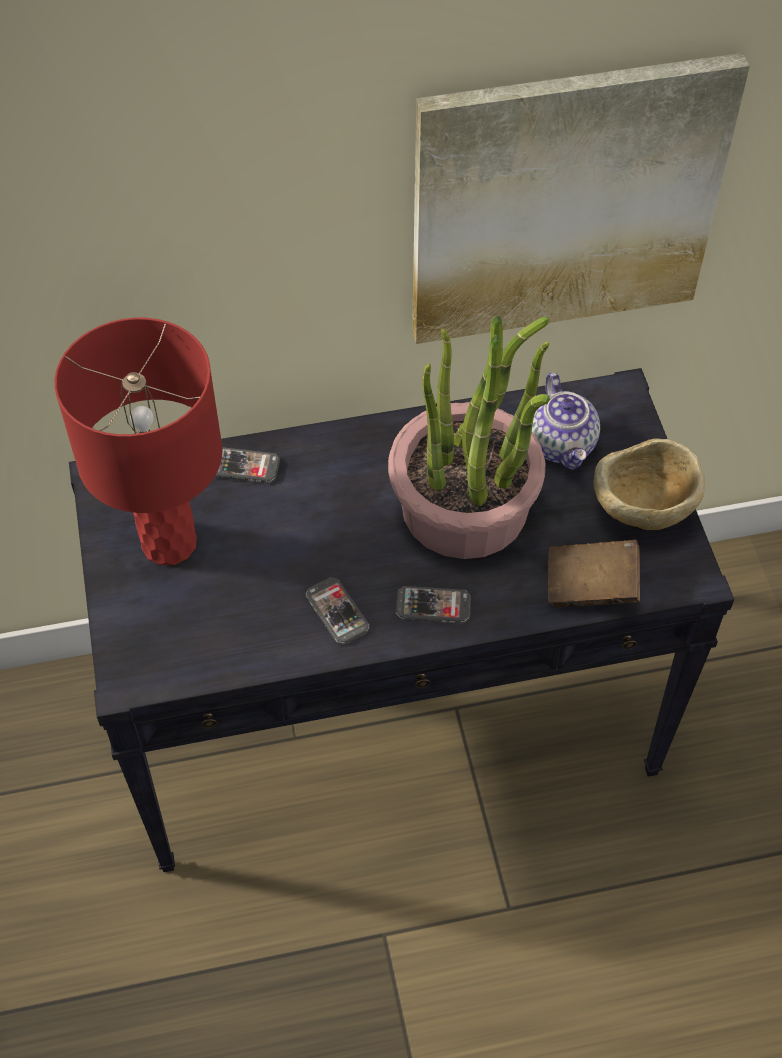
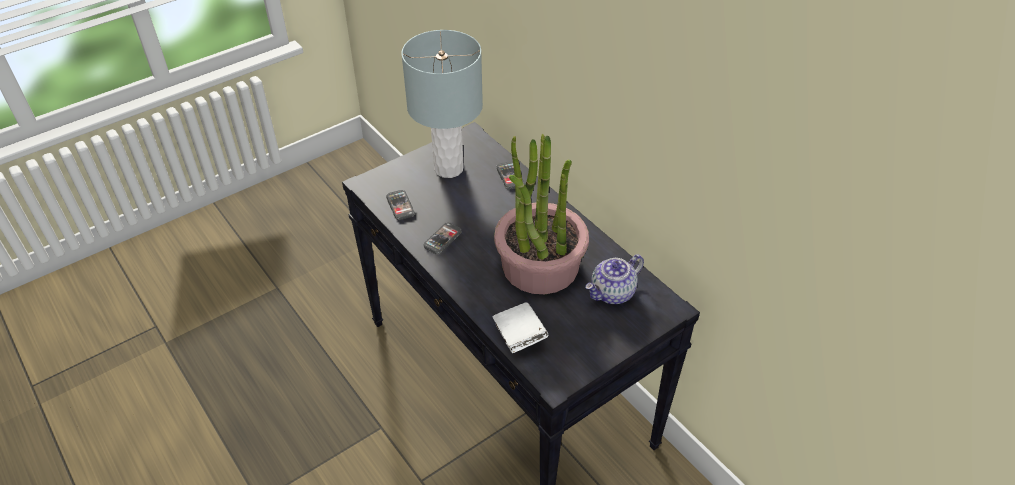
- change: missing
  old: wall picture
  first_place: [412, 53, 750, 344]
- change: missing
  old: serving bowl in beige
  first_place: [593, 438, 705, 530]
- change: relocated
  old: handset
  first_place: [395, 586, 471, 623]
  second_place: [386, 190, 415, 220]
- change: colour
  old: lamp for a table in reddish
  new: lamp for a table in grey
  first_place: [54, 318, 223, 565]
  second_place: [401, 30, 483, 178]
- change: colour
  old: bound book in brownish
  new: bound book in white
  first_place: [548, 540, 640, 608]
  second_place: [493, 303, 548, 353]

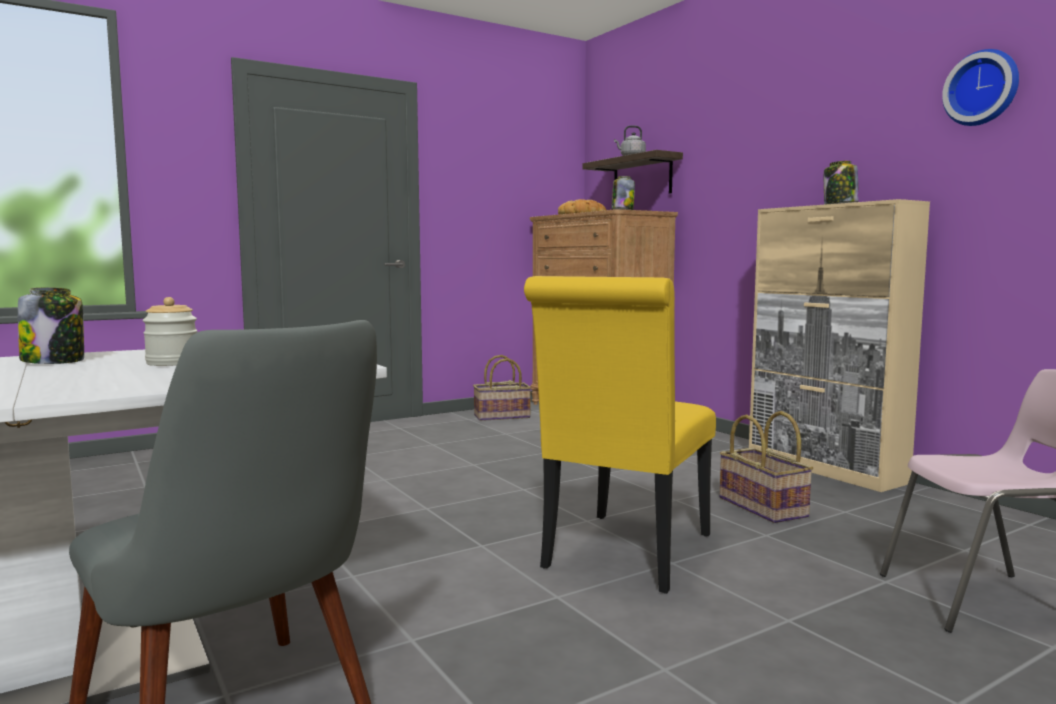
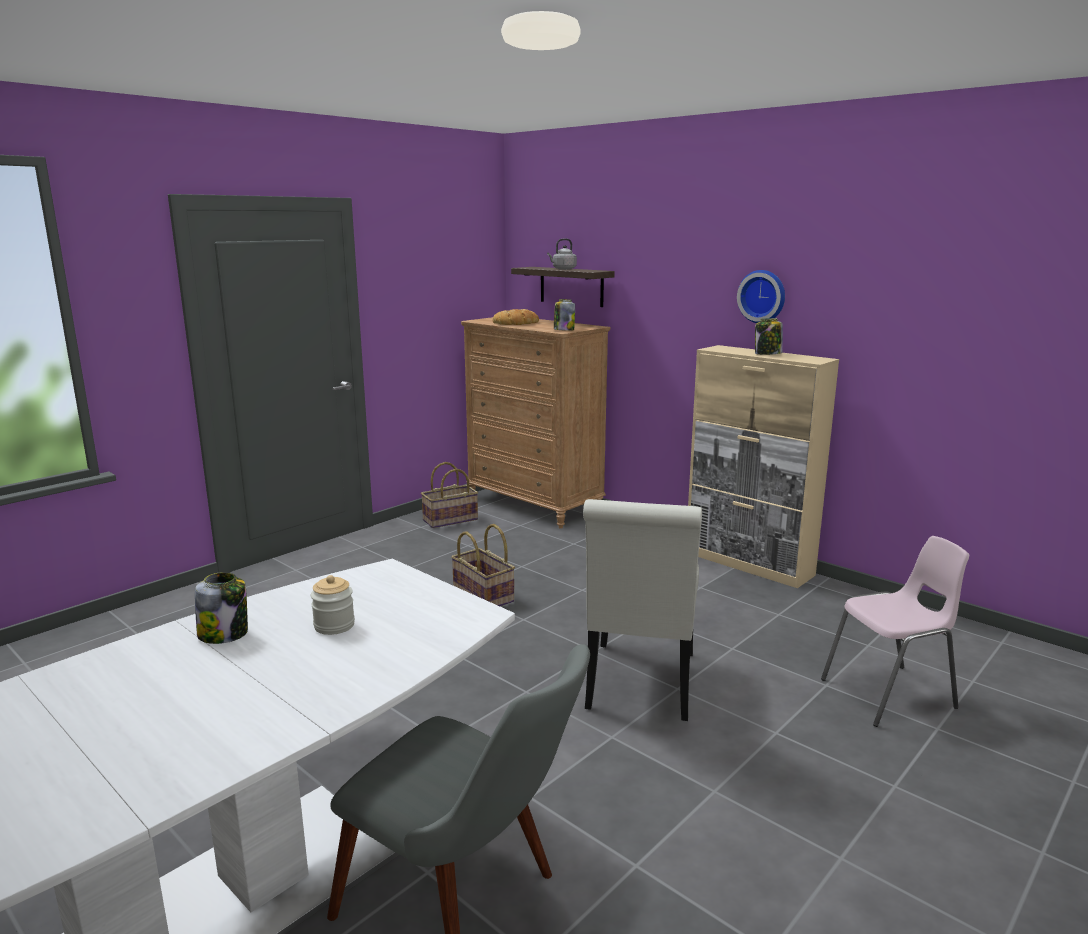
- change: relocated
  old: basket
  first_place: [720, 411, 813, 523]
  second_place: [451, 524, 515, 606]
- change: relocated
  old: clock on the wall
  first_place: [942, 49, 1019, 126]
  second_place: [737, 270, 785, 323]
- change: colour
  old: plain chair in yellow-coloured
  new: plain chair in white
  first_place: [524, 276, 716, 594]
  second_place: [583, 499, 702, 721]

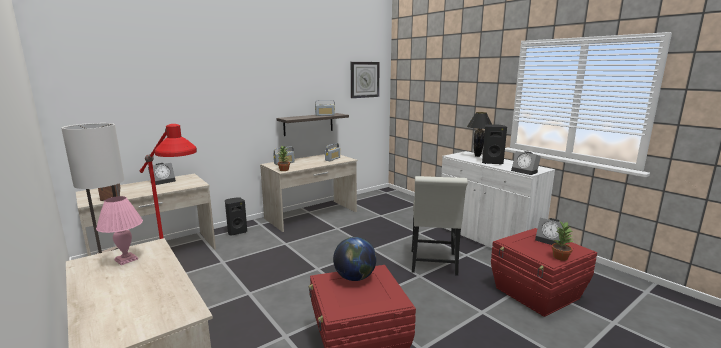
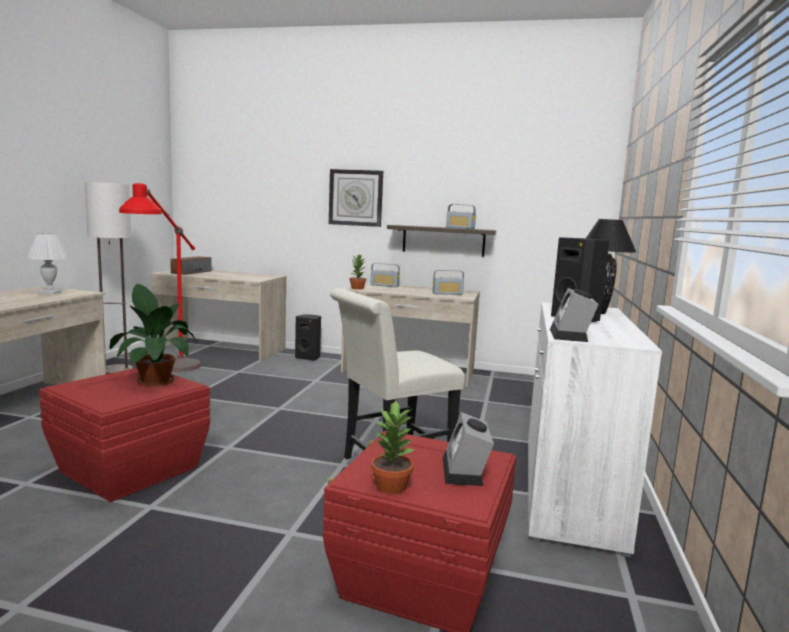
- change: missing
  old: bedside clock
  first_place: [148, 163, 176, 185]
- change: relocated
  old: clock on the wall
  first_place: [351, 62, 380, 98]
  second_place: [329, 169, 383, 227]
- change: exchanged
  old: world globe
  new: plant in a pot
  first_place: [333, 237, 377, 281]
  second_place: [110, 284, 197, 386]
- change: colour
  old: lamp for a table in pink-coloured
  new: lamp for a table in white
  first_place: [96, 196, 143, 265]
  second_place: [27, 233, 69, 294]

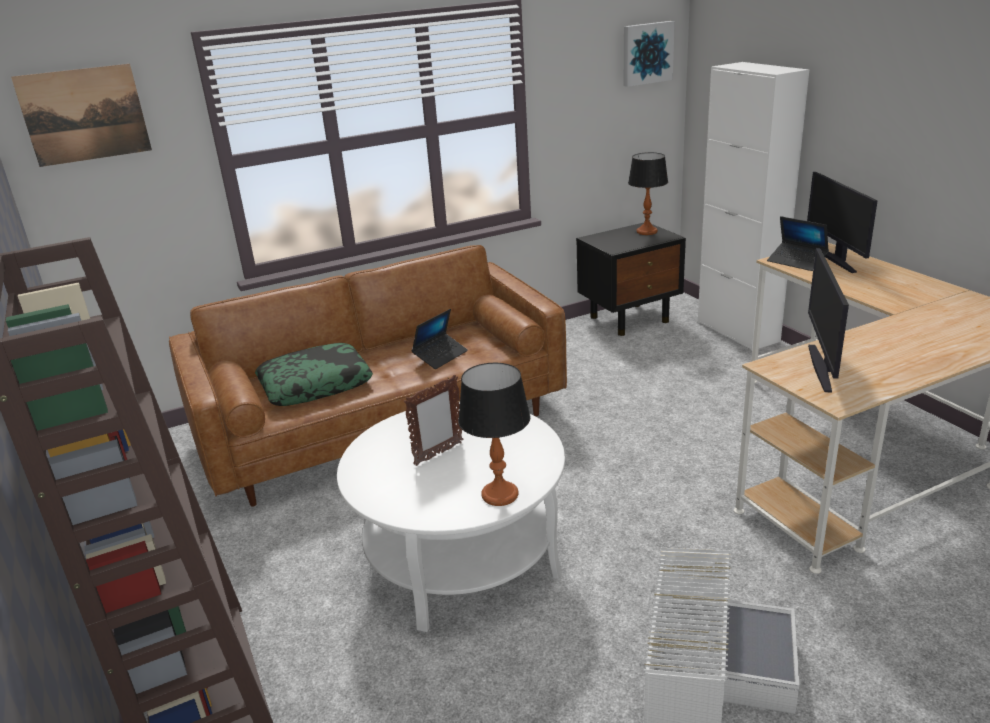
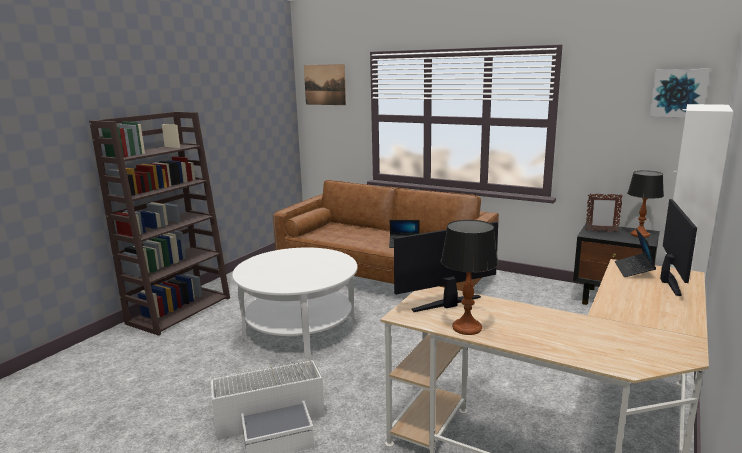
- change: missing
  old: pillow
  first_place: [255, 343, 373, 406]
- change: relocated
  old: picture frame
  first_place: [404, 374, 464, 466]
  second_place: [586, 193, 623, 232]
- change: relocated
  old: lamp for a table
  first_place: [458, 363, 531, 506]
  second_place: [441, 220, 498, 335]
- change: spun
  old: computer display
  first_place: [807, 172, 878, 273]
  second_place: [660, 199, 697, 296]
  degrees: 150

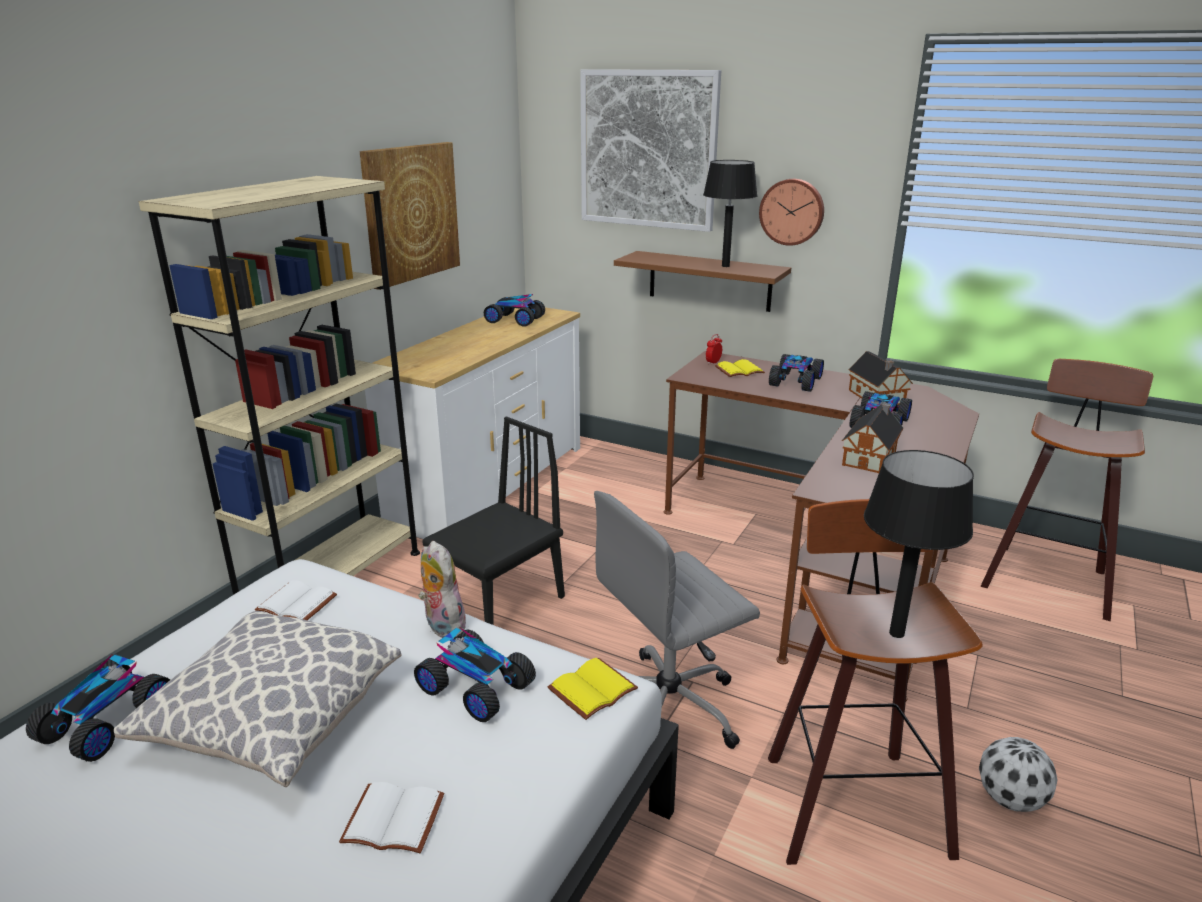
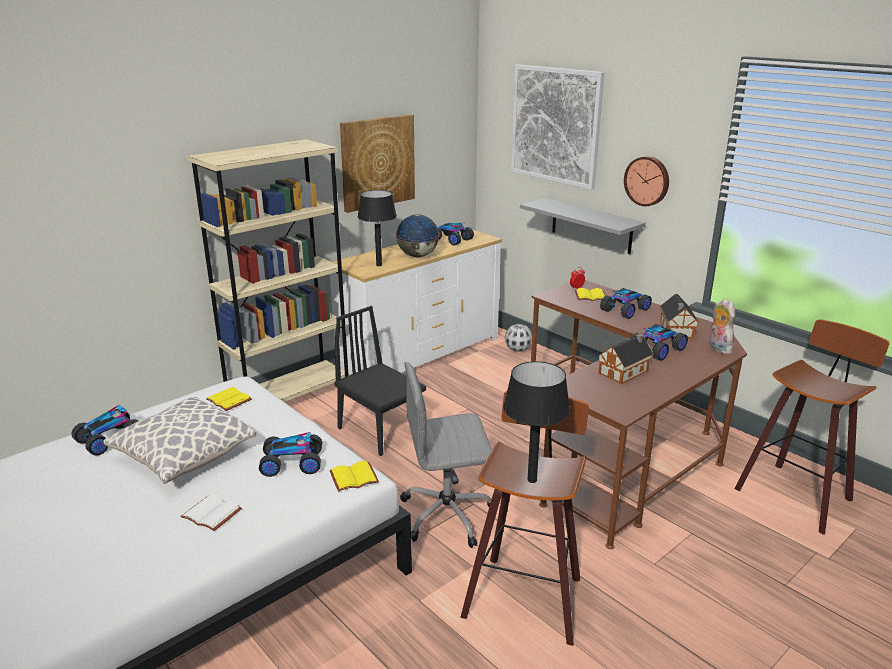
- change: appeared
  new: world globe
  second_place: [396, 214, 440, 257]
- change: relocated
  old: cuddly toy
  first_place: [418, 541, 466, 638]
  second_place: [710, 298, 735, 354]
- change: relocated
  old: lamp for a table in black
  first_place: [703, 160, 758, 267]
  second_place: [358, 190, 397, 266]
- change: relocated
  old: football ball
  first_place: [979, 737, 1057, 812]
  second_place: [505, 324, 532, 352]
- change: colour
  old: bound book in white
  new: bound book in yellow-coloured
  first_place: [255, 580, 337, 620]
  second_place: [206, 387, 252, 411]
- change: colour
  old: bracket shelf in brownish
  new: bracket shelf in grey
  first_place: [614, 251, 791, 312]
  second_place: [520, 198, 646, 254]
- change: spun
  old: model car
  first_place: [414, 627, 536, 722]
  second_place: [259, 432, 322, 477]
  degrees: 120
- change: spun
  old: plain chair in black
  first_place: [422, 417, 565, 625]
  second_place: [334, 306, 426, 456]
  degrees: -105

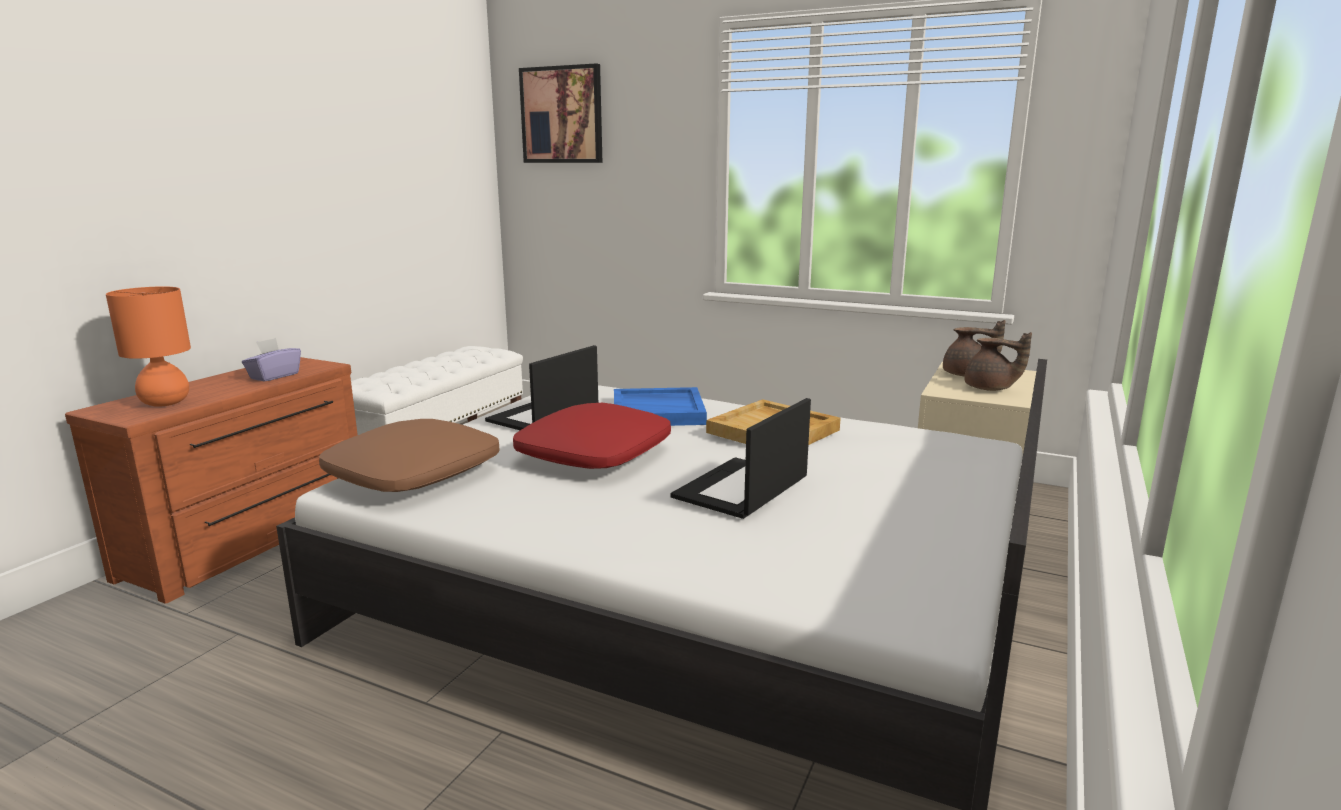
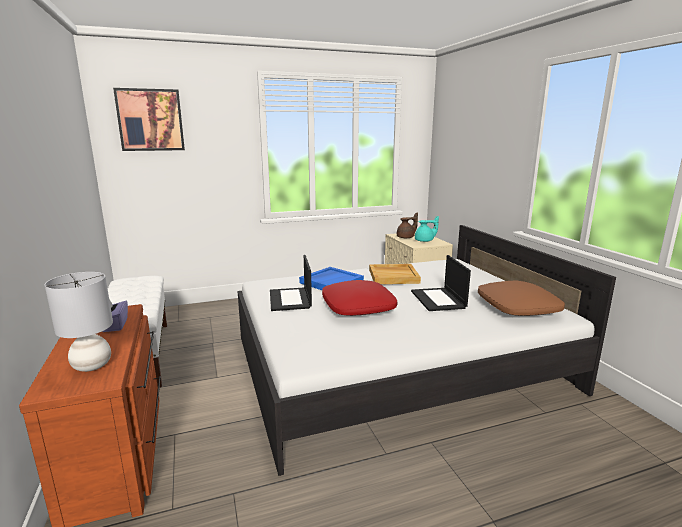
- change: relocated
  old: pillow in brownish
  first_place: [319, 419, 499, 492]
  second_place: [478, 281, 565, 316]
- change: colour
  old: lamp for a table in orange
  new: lamp for a table in grey
  first_place: [106, 286, 191, 407]
  second_place: [45, 272, 113, 372]
- change: colour
  old: teapot in brownish
  new: teapot in turquoise-coloured
  first_place: [964, 332, 1032, 391]
  second_place: [415, 216, 439, 242]

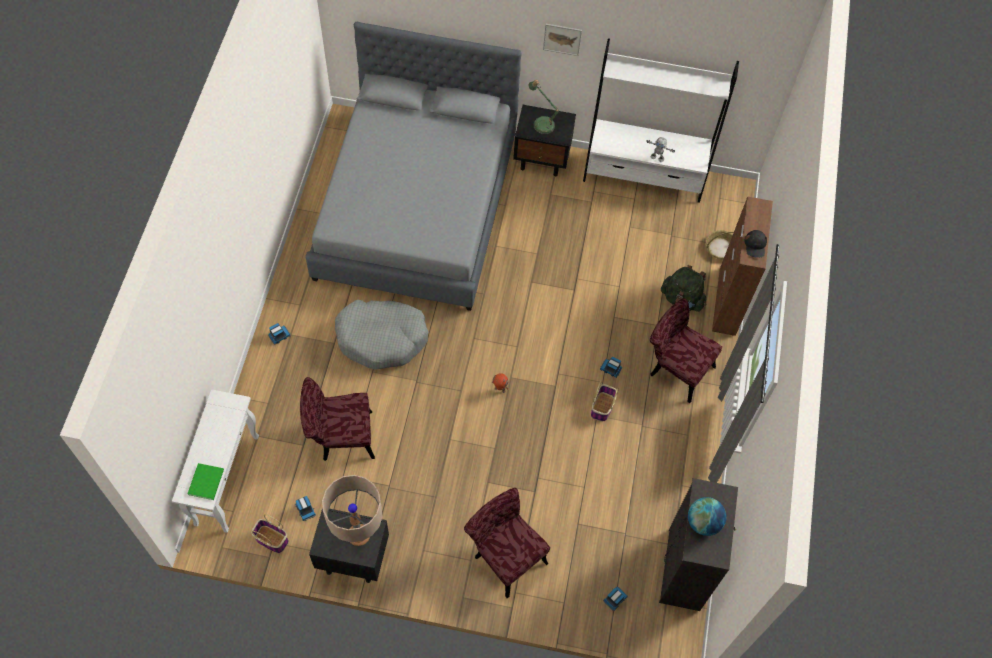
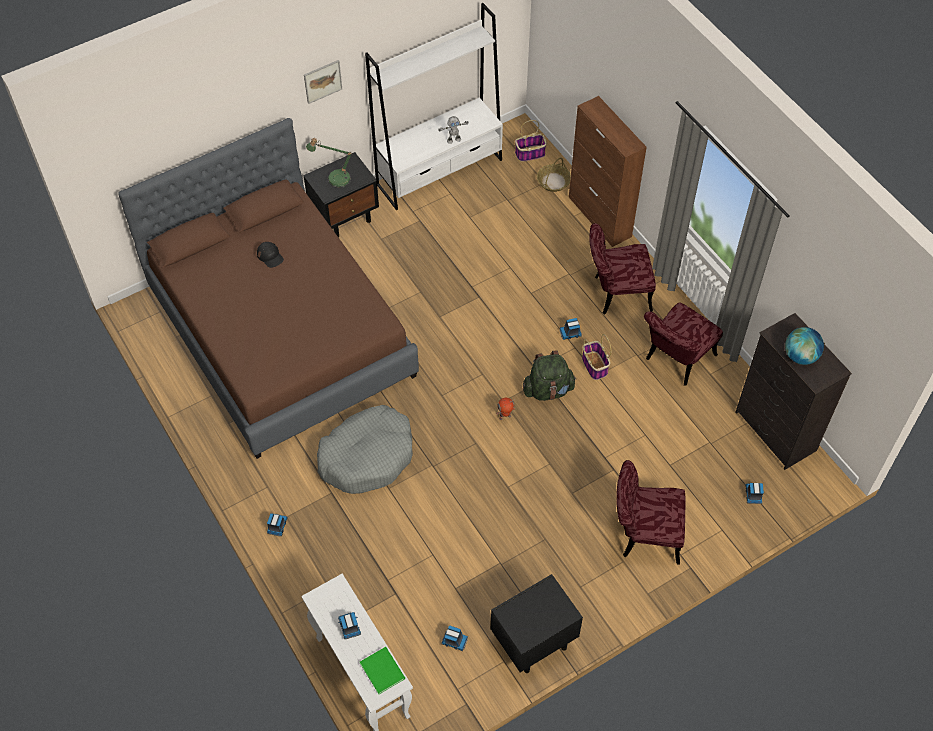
- change: missing
  old: lamp for a table in beige
  first_place: [322, 475, 383, 546]
- change: appeared
  new: toy truck
  second_place: [338, 612, 361, 639]
- change: relocated
  old: basket
  first_place: [251, 514, 289, 553]
  second_place: [515, 120, 547, 162]
- change: relocated
  old: plain chair in reddish
  first_place: [300, 377, 375, 461]
  second_place: [644, 302, 723, 385]
- change: relocated
  old: backpack in green
  first_place: [661, 265, 706, 312]
  second_place: [523, 350, 576, 401]
- change: relocated
  old: peaked cap in black
  first_place: [745, 230, 767, 258]
  second_place: [257, 242, 284, 268]
- change: colour
  old: bedroom bed in grey
  new: bedroom bed in brownish
  first_place: [306, 21, 521, 311]
  second_place: [118, 118, 419, 459]

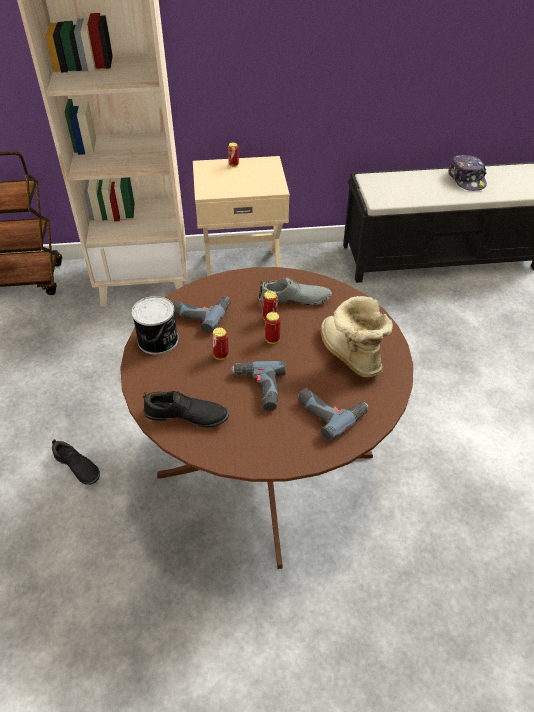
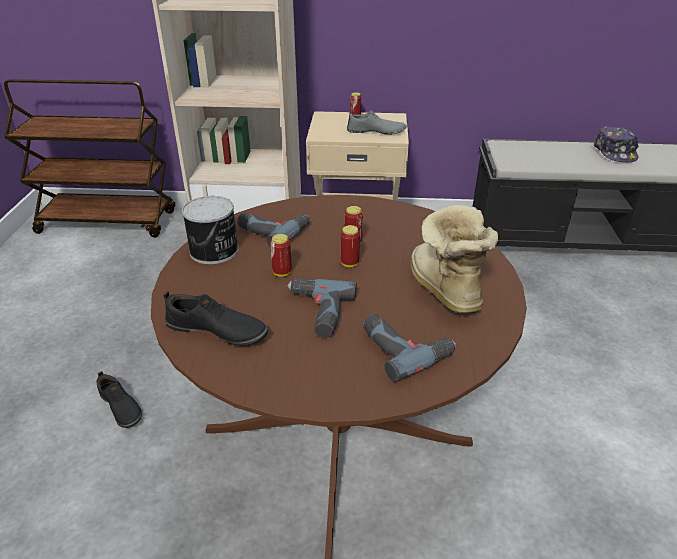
- change: relocated
  old: low shoe in grey
  first_place: [258, 277, 332, 305]
  second_place: [347, 111, 407, 135]

